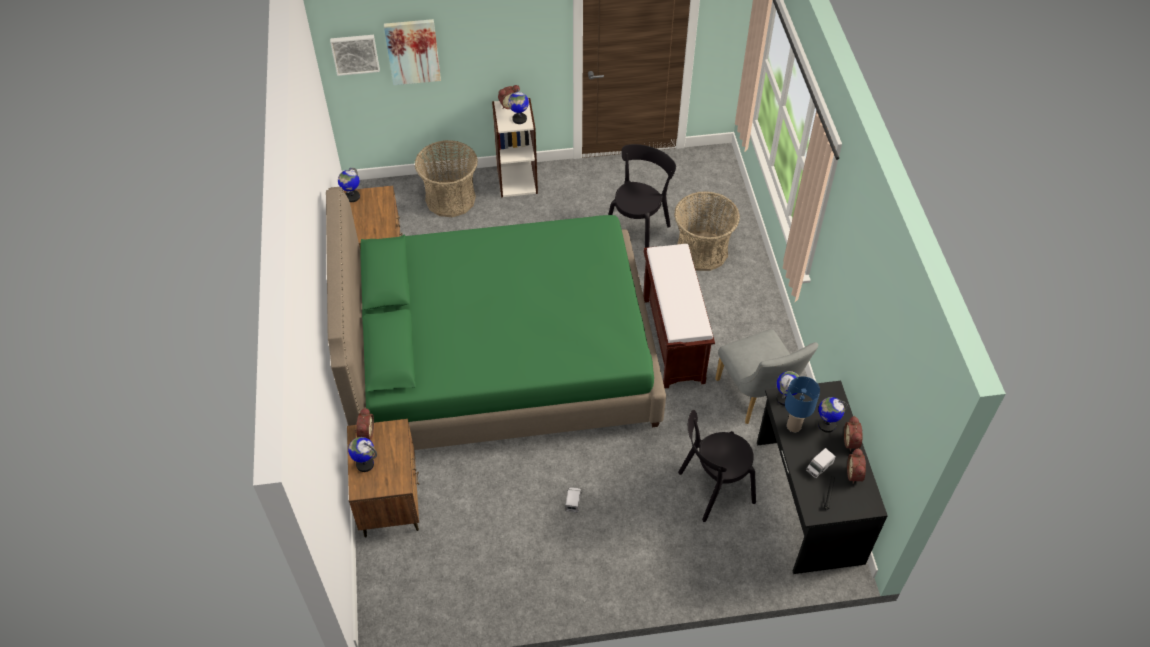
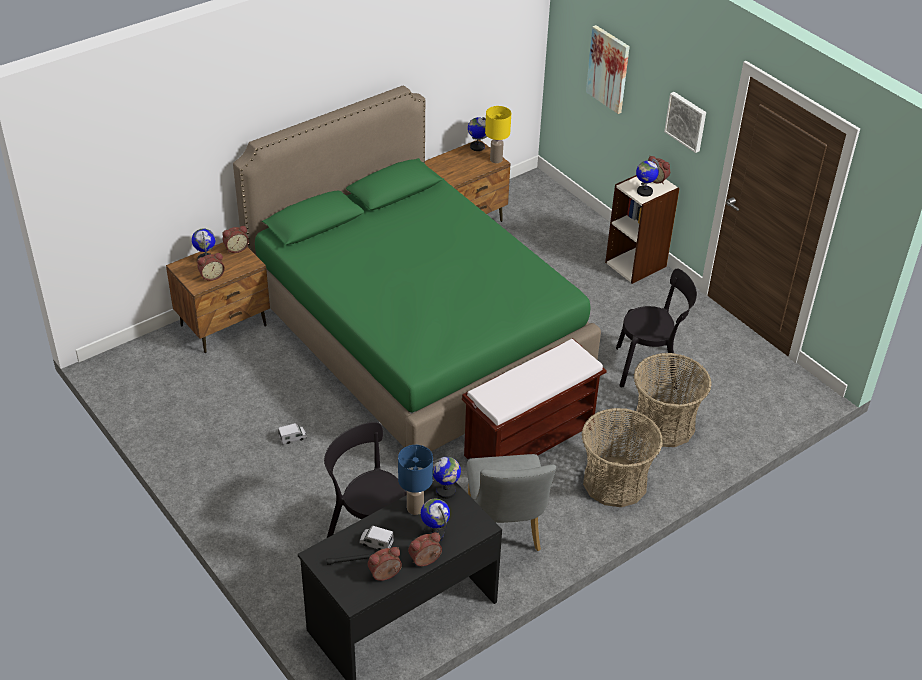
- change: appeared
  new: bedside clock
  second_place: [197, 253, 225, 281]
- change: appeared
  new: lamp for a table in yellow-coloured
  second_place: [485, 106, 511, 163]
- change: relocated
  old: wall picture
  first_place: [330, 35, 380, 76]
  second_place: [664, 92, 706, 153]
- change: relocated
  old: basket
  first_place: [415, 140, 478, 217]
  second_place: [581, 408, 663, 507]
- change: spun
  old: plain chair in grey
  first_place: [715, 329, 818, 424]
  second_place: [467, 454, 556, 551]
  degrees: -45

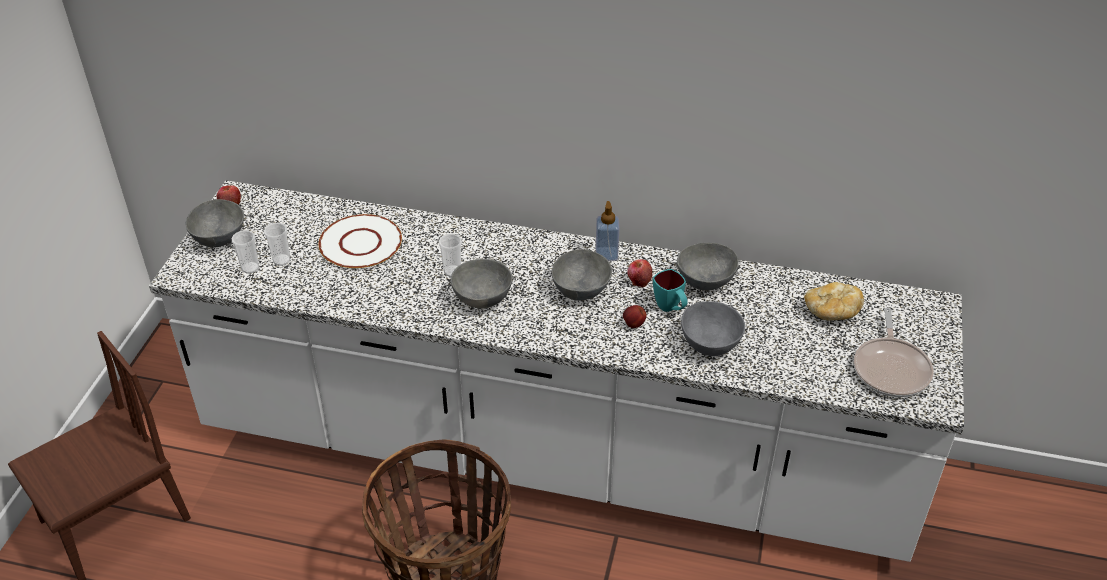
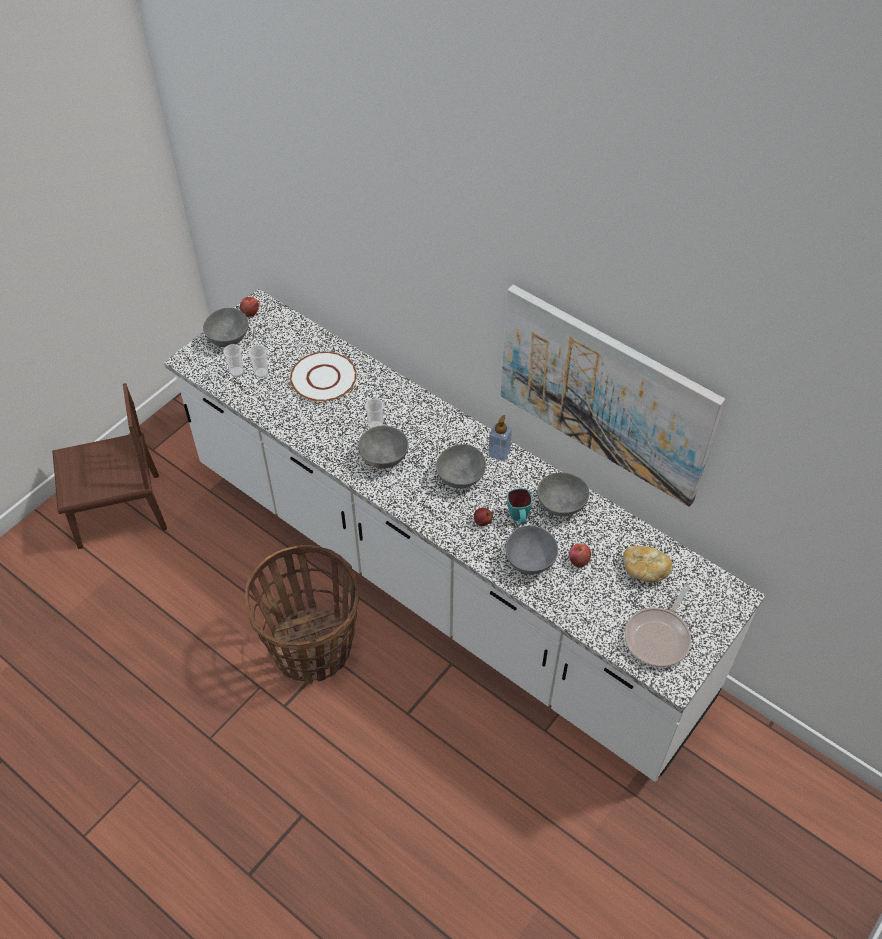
- change: appeared
  new: wall picture
  second_place: [501, 285, 725, 507]
- change: relocated
  old: apple fruit
  first_place: [627, 259, 652, 287]
  second_place: [569, 543, 591, 568]

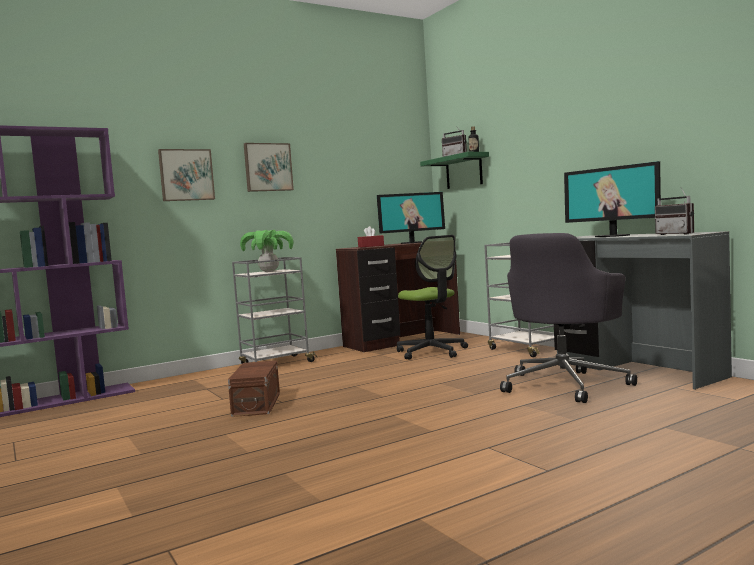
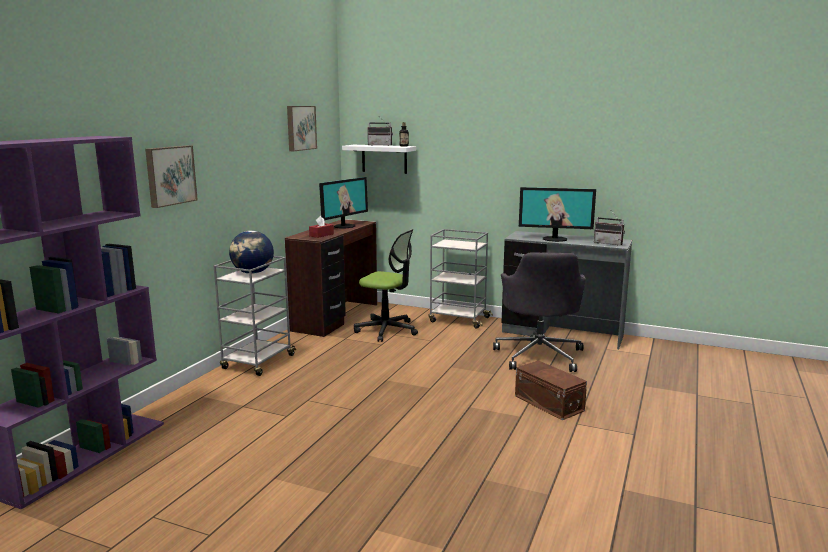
- change: relocated
  old: storage container in brownish
  first_place: [228, 361, 280, 417]
  second_place: [515, 360, 587, 420]
- change: relocated
  old: wall picture
  first_place: [244, 143, 294, 192]
  second_place: [287, 106, 317, 151]
- change: exchanged
  old: plant in a pot
  new: world globe
  first_place: [240, 230, 293, 272]
  second_place: [229, 230, 274, 274]
- change: colour
  old: bracket shelf in green
  new: bracket shelf in white
  first_place: [420, 152, 489, 189]
  second_place: [342, 145, 416, 174]

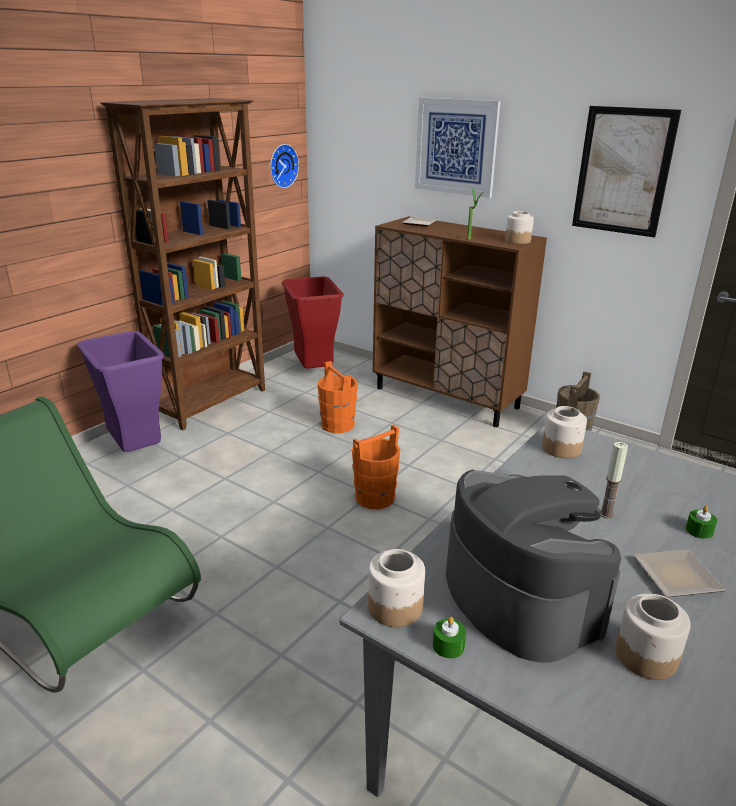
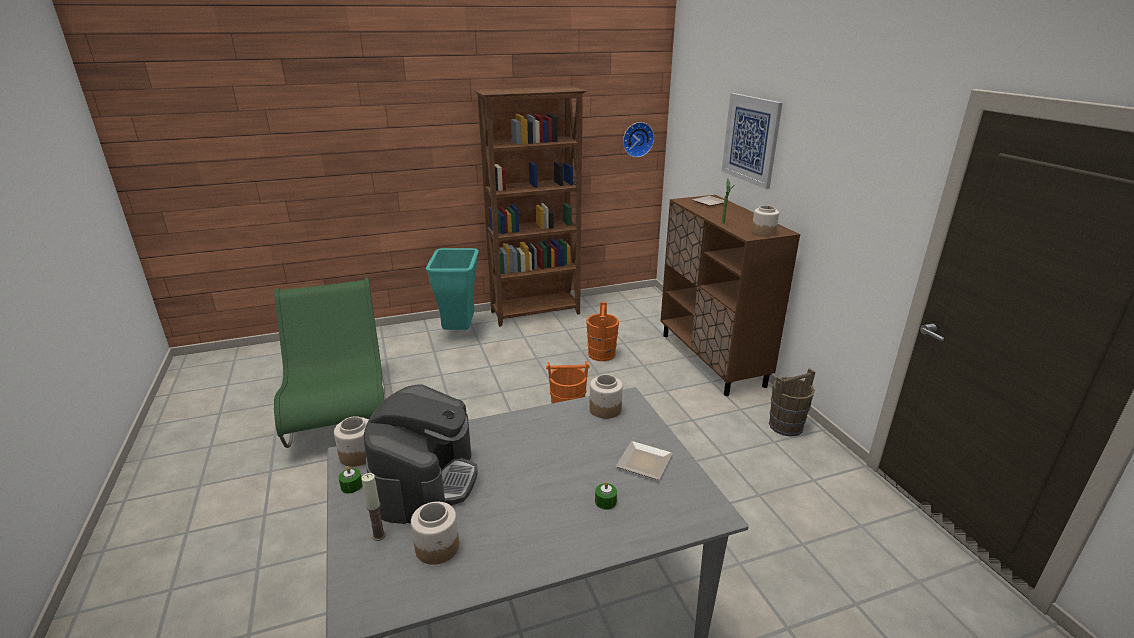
- change: missing
  old: trash can in reddish
  first_place: [282, 277, 344, 369]
- change: missing
  old: wall picture
  first_place: [572, 106, 681, 237]
- change: relocated
  old: wax candle
  first_place: [599, 442, 628, 519]
  second_place: [361, 473, 386, 541]
- change: relocated
  old: dinner plate
  first_place: [634, 549, 726, 597]
  second_place: [616, 441, 673, 480]
- change: colour
  old: trash can in purple-coloured
  new: trash can in turquoise-coloured
  first_place: [77, 331, 164, 452]
  second_place: [425, 248, 479, 330]

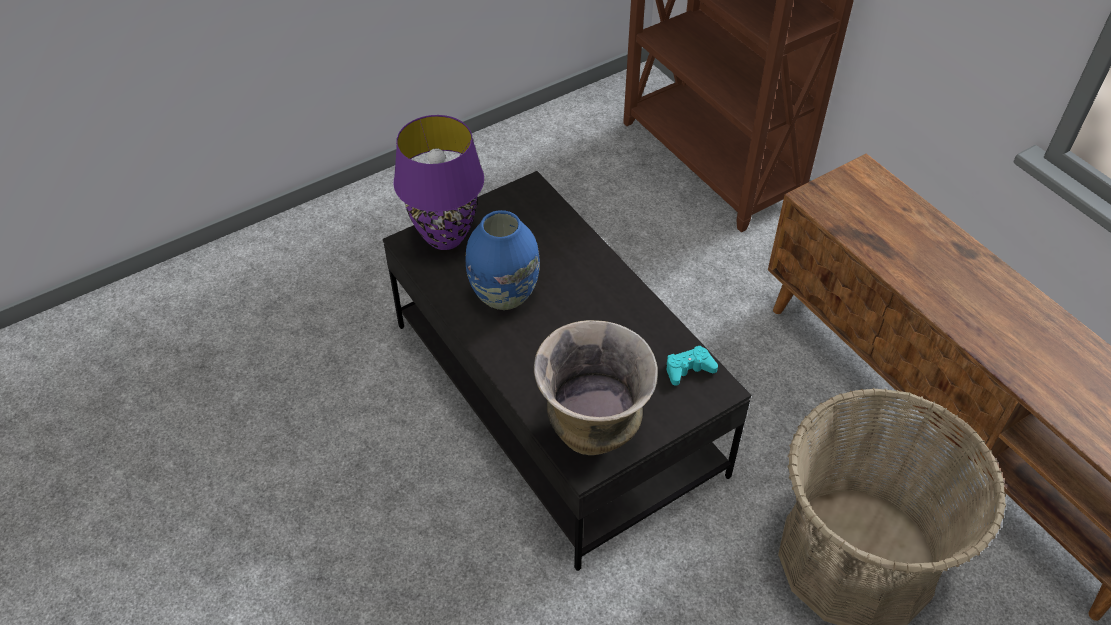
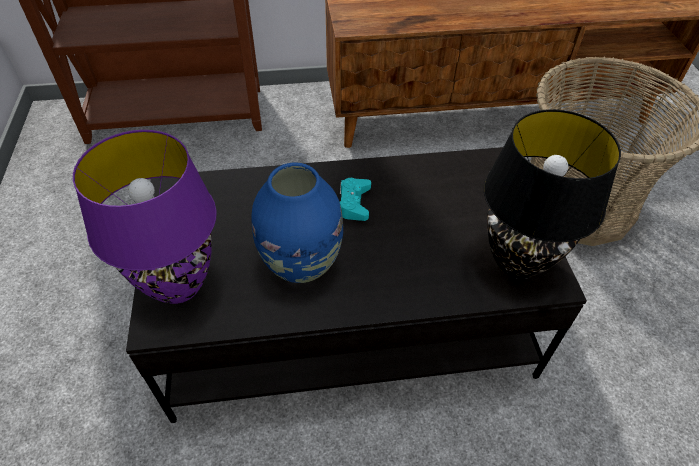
- change: relocated
  old: gamepad in turquoise-coloured
  first_place: [667, 346, 718, 385]
  second_place: [339, 178, 371, 221]
- change: exchanged
  old: vase
  new: lamp for a table in black
  first_place: [534, 320, 658, 455]
  second_place: [484, 109, 621, 279]

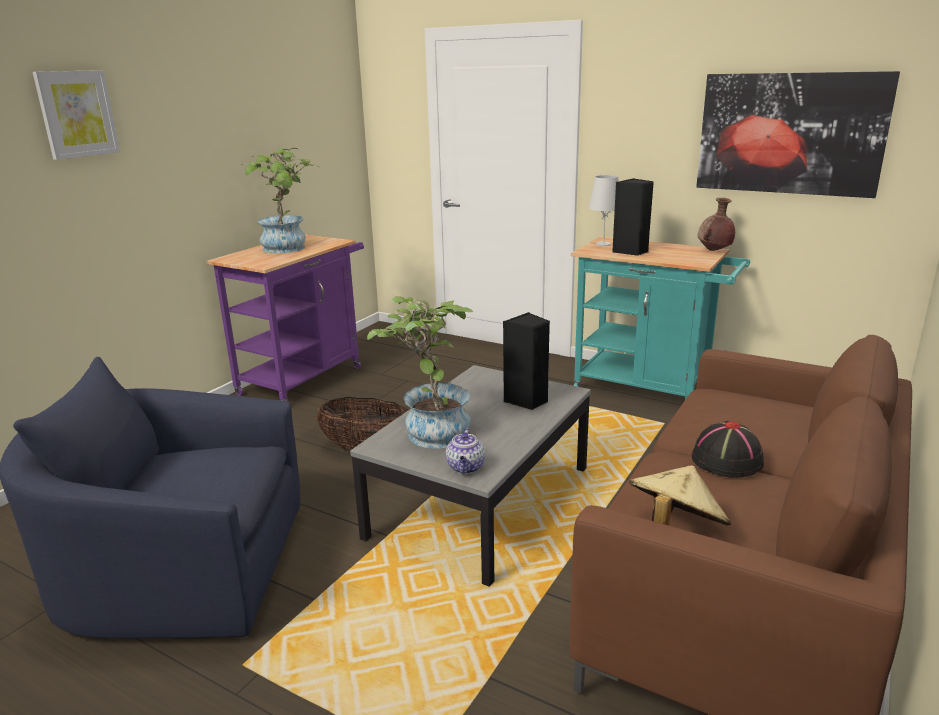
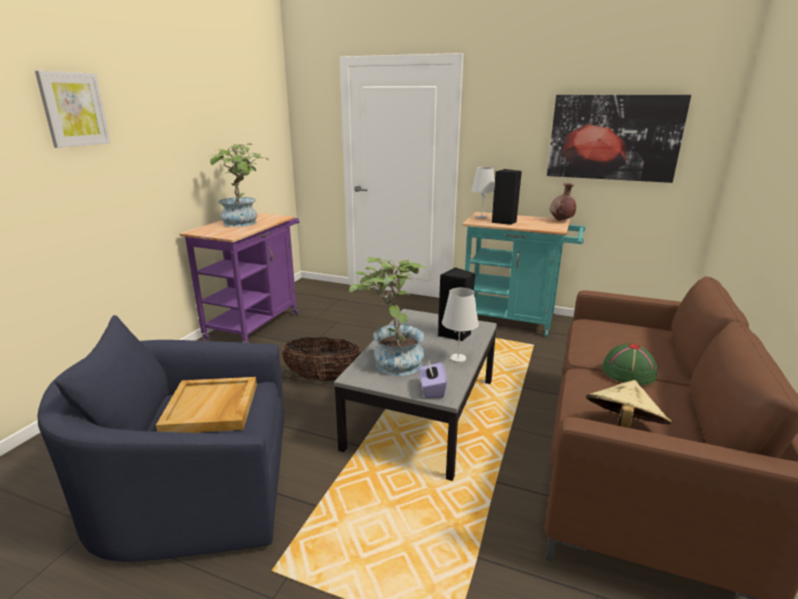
- change: appeared
  new: serving tray in beige
  second_place: [156, 377, 257, 433]
- change: appeared
  new: lamp for a table in white
  second_place: [442, 288, 479, 363]
- change: exchanged
  old: teapot
  new: tissue box in purple-coloured
  first_place: [446, 428, 485, 474]
  second_place: [419, 361, 447, 398]
- change: colour
  old: clothing hat in black
  new: clothing hat in green
  first_place: [692, 421, 764, 478]
  second_place: [602, 343, 657, 385]

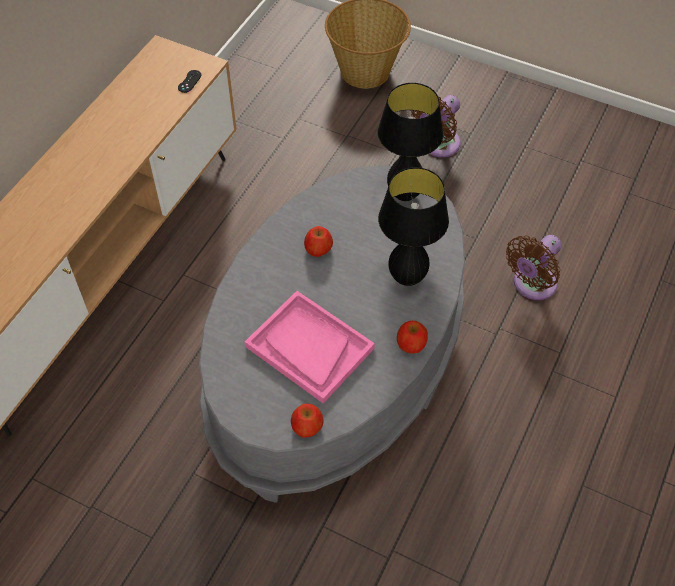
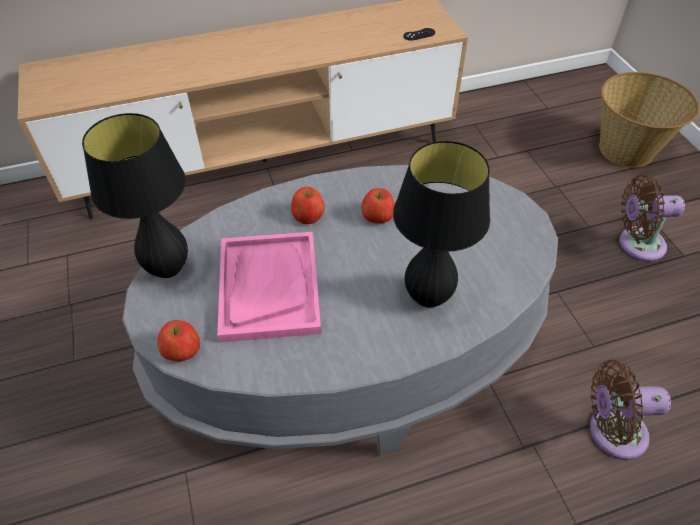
- change: relocated
  old: lamp for a table in black
  first_place: [378, 83, 443, 201]
  second_place: [82, 113, 188, 278]
- change: relocated
  old: apple fruit
  first_place: [397, 321, 428, 354]
  second_place: [291, 187, 325, 224]

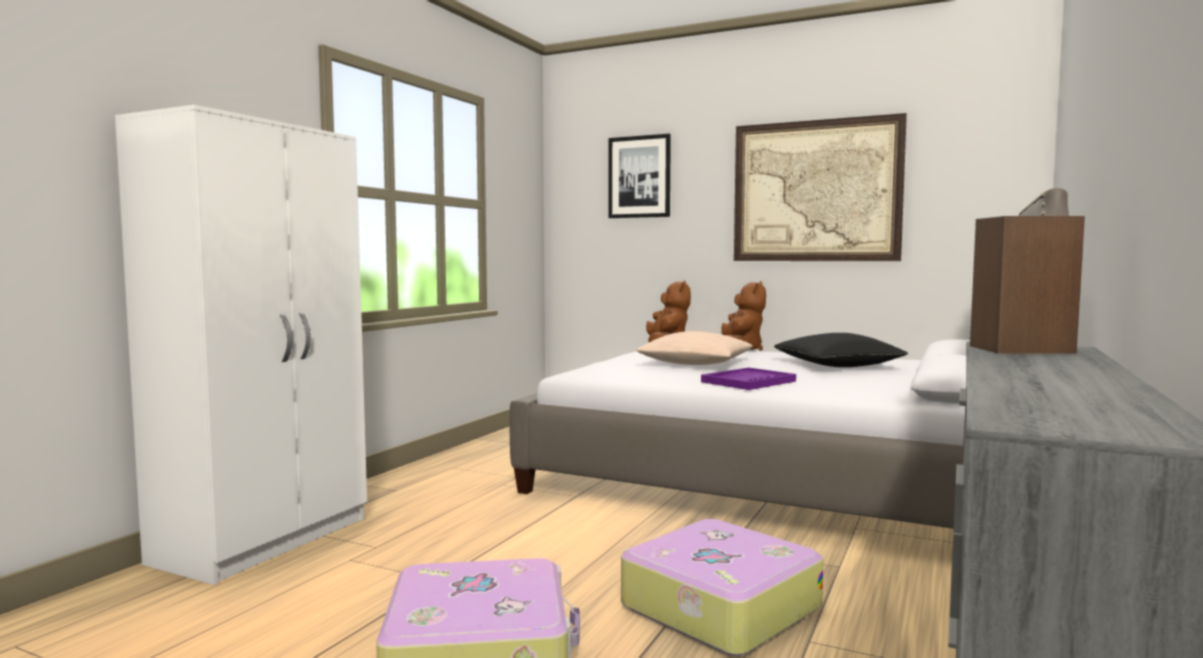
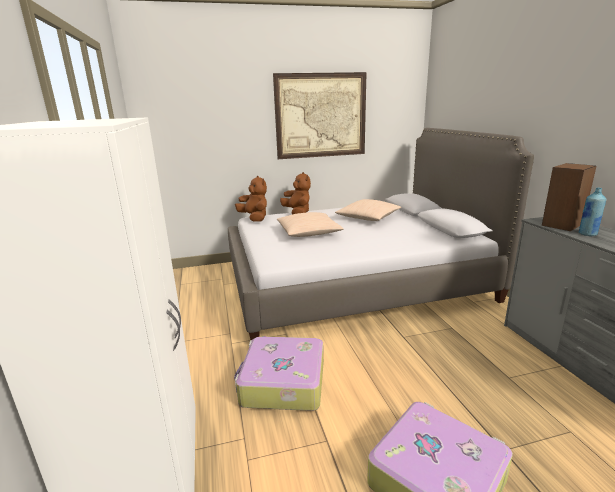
- change: missing
  old: wall picture
  first_place: [608, 134, 671, 218]
- change: missing
  old: serving tray in purple-coloured
  first_place: [701, 367, 796, 390]
- change: appeared
  new: beverage bottle in blue-coloured
  second_place: [578, 188, 606, 236]
- change: relocated
  old: travel case
  first_place: [621, 519, 823, 656]
  second_place: [234, 336, 324, 411]
- change: colour
  old: pillow in black
  new: pillow in beige
  first_place: [774, 333, 908, 367]
  second_place: [335, 199, 402, 221]

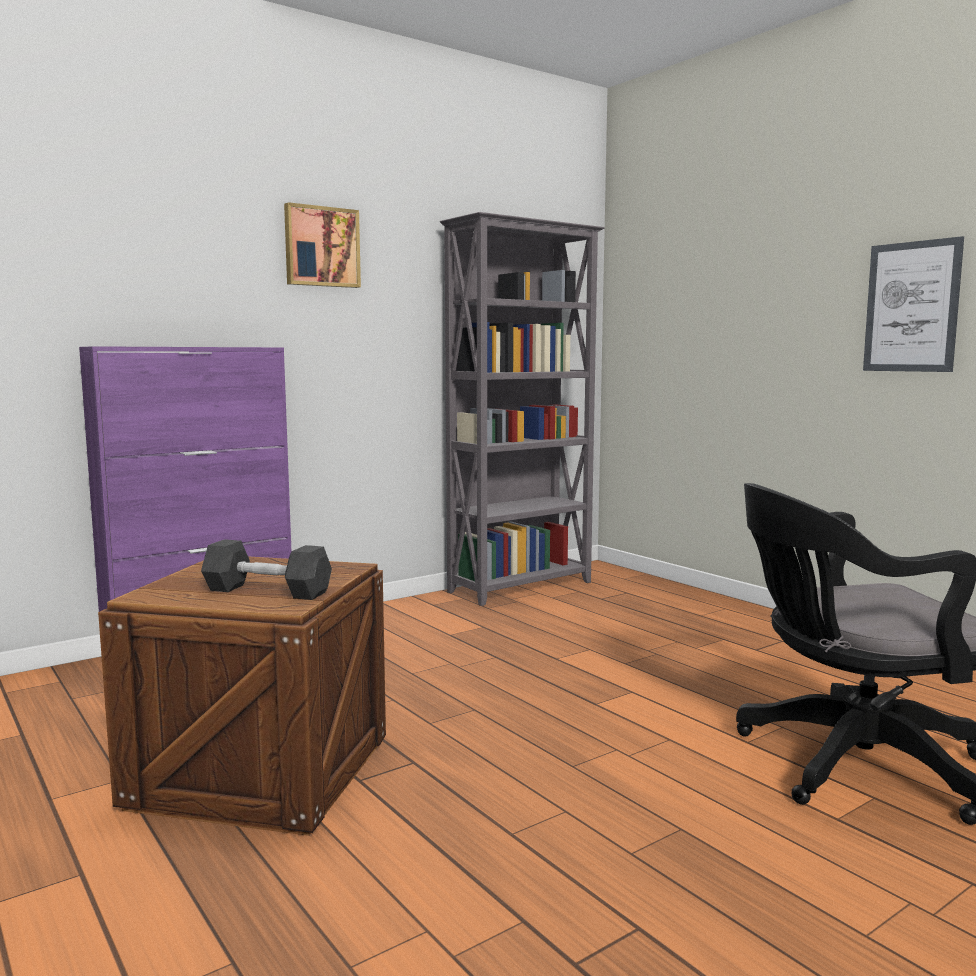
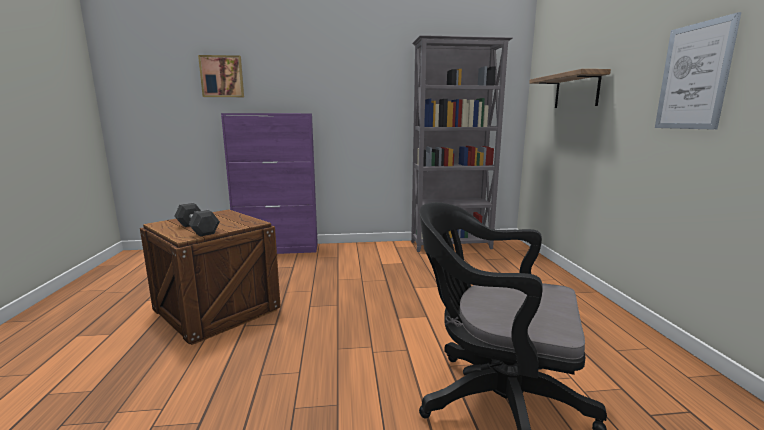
- change: appeared
  new: bracket shelf
  second_place: [529, 69, 611, 108]
- change: relocated
  old: wall picture
  first_place: [284, 202, 361, 288]
  second_place: [198, 55, 244, 97]

